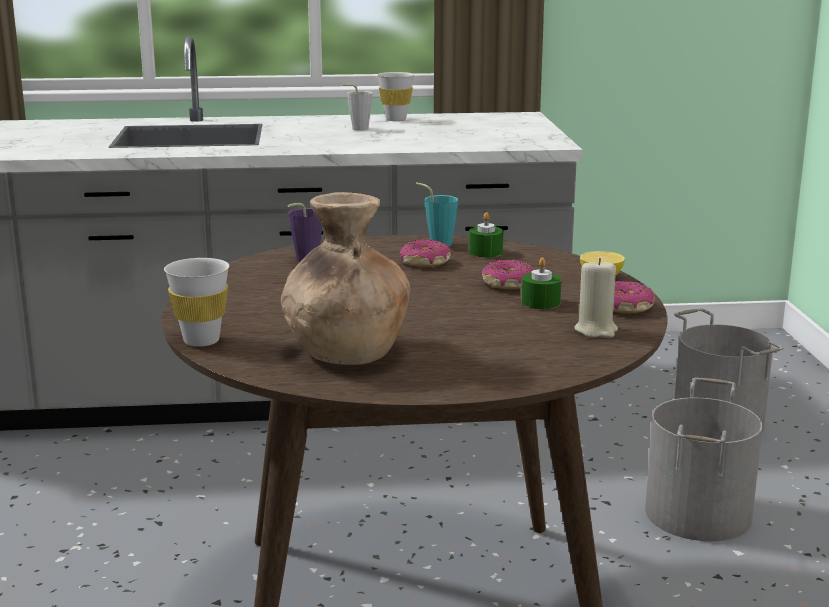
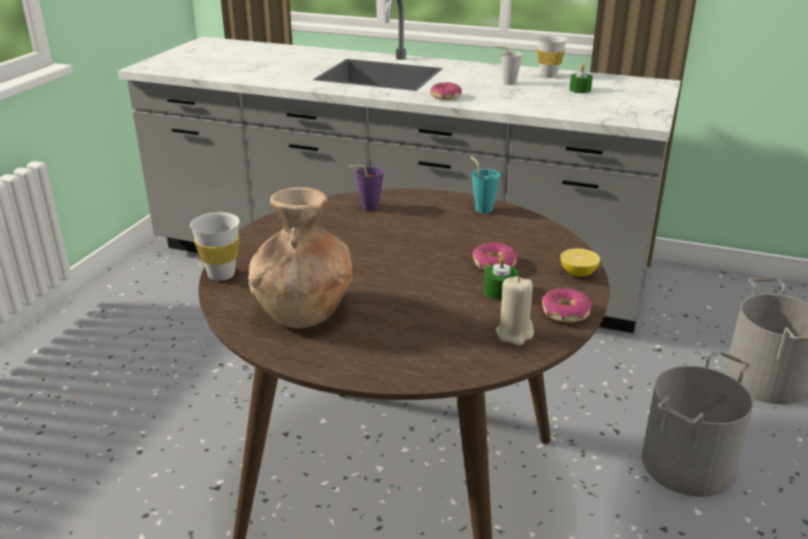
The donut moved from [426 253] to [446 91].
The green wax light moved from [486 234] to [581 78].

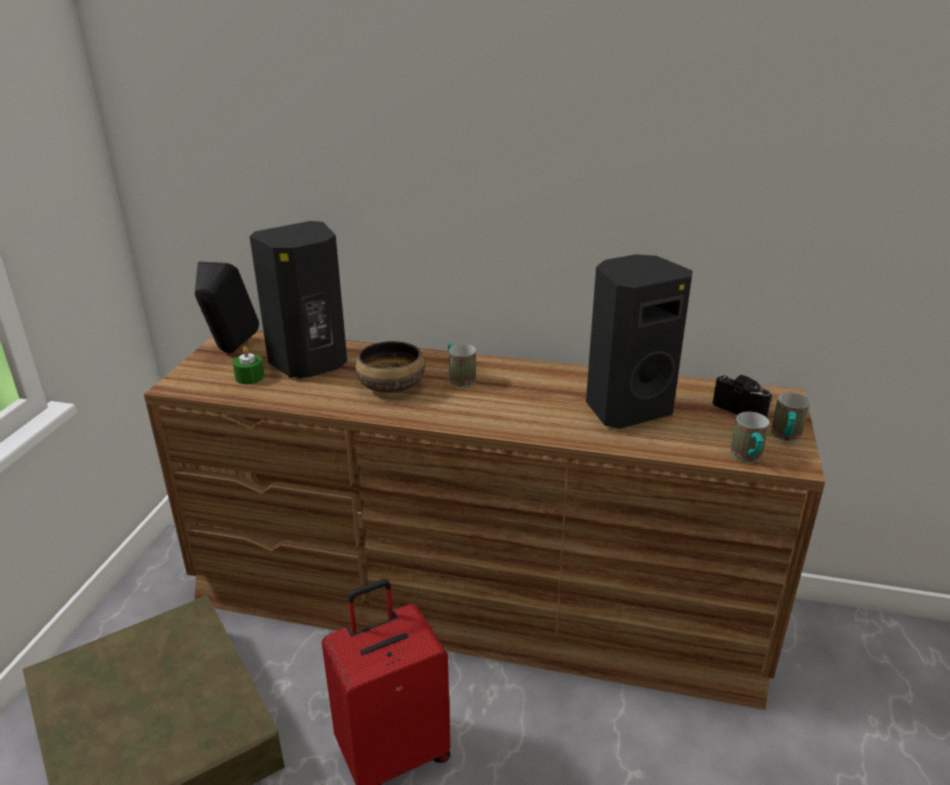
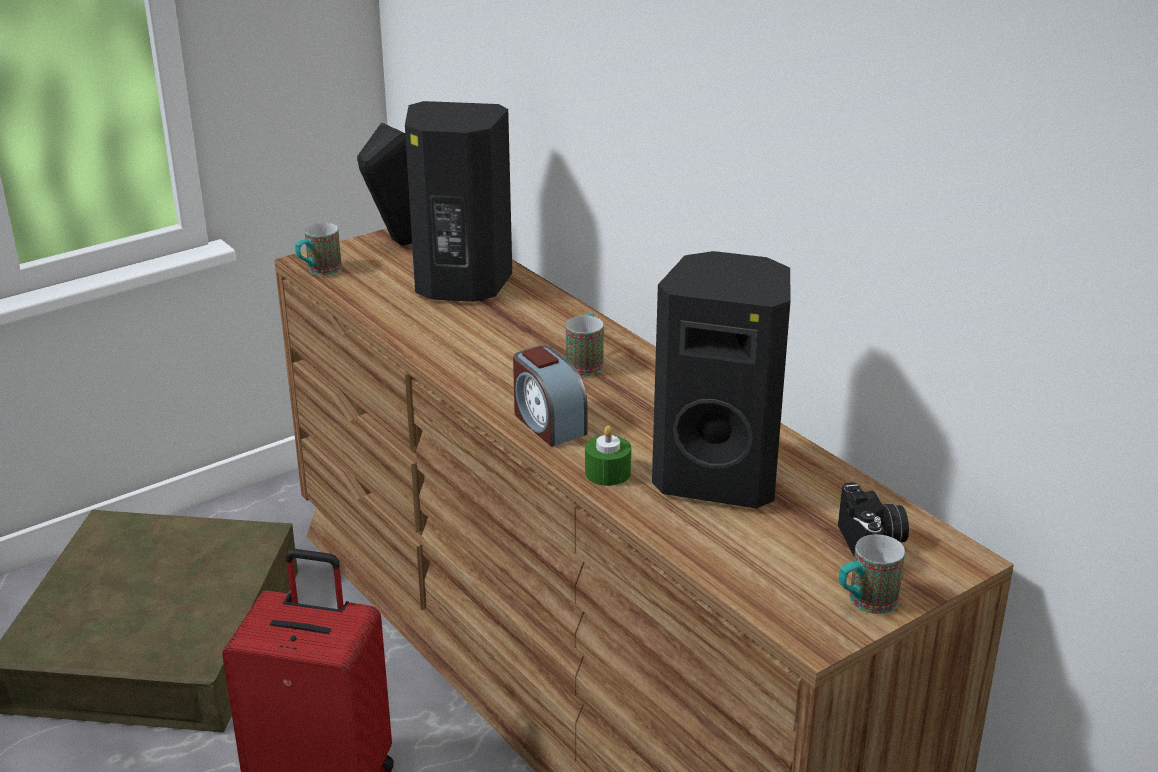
The tea mug moved from [749 437] to [318 249].
The alarm clock at [550 396] appeared.
The green wax light moved from [248 365] to [608 455].
The deep dish at [390 367] disappeared.

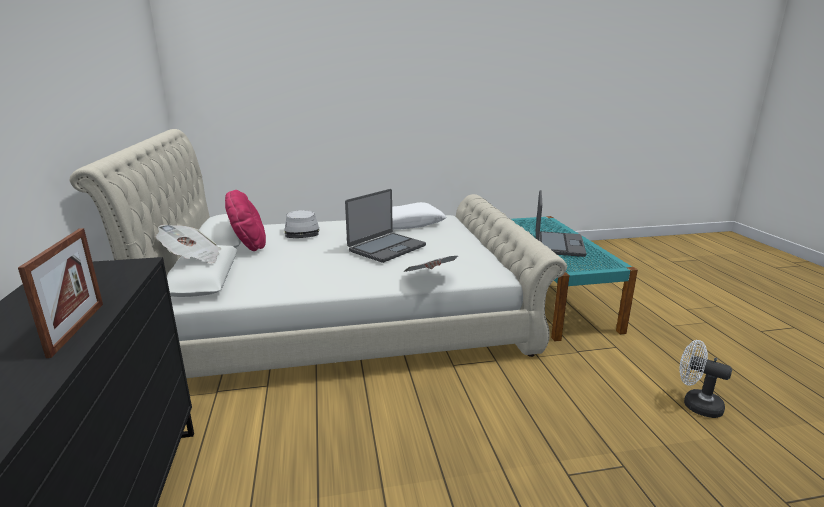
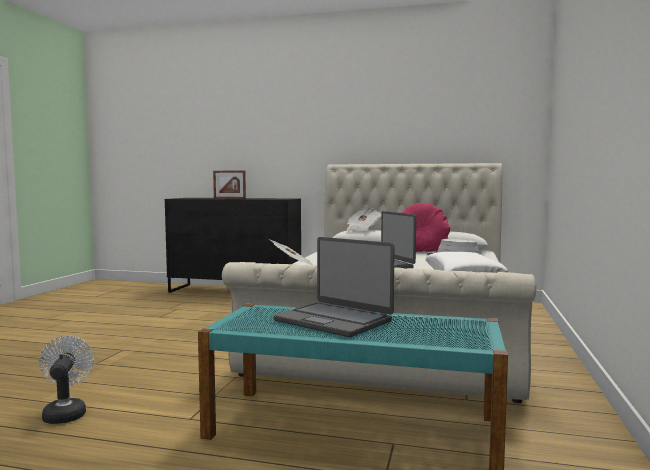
The whitish electric fan at [705 379] turned 75 degrees counterclockwise.

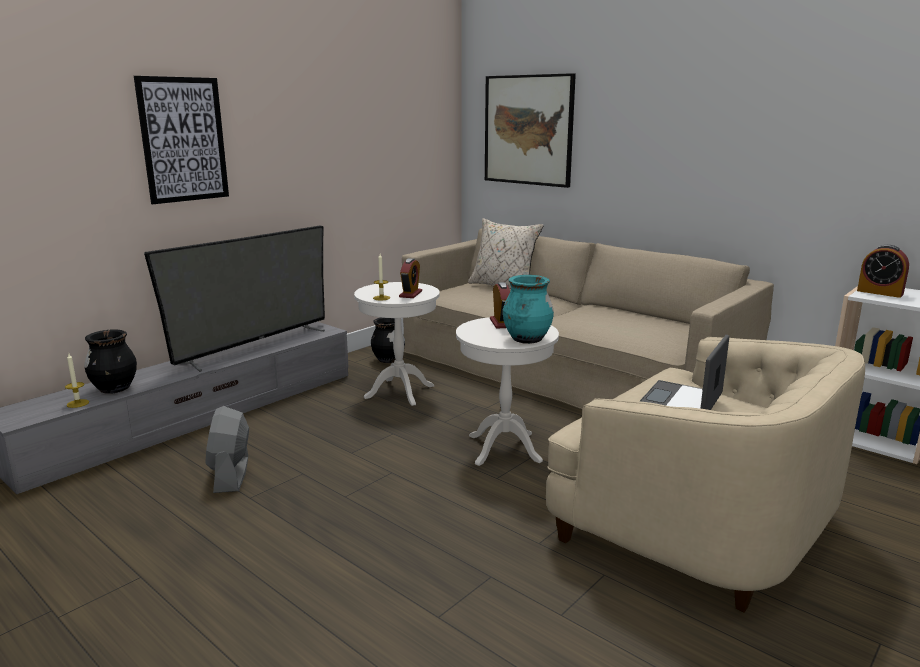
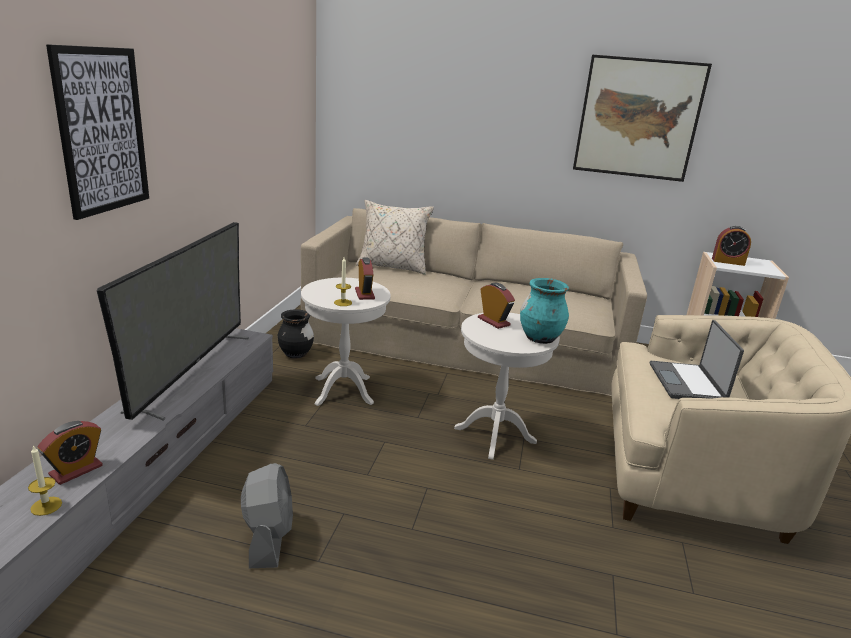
The blackish flower vase at [110 361] was replaced by the alarm clock at [70 453].
The grey electric fan at [227 449] turned 150 degrees counterclockwise.
The picture moved from [530 130] to [642 118].

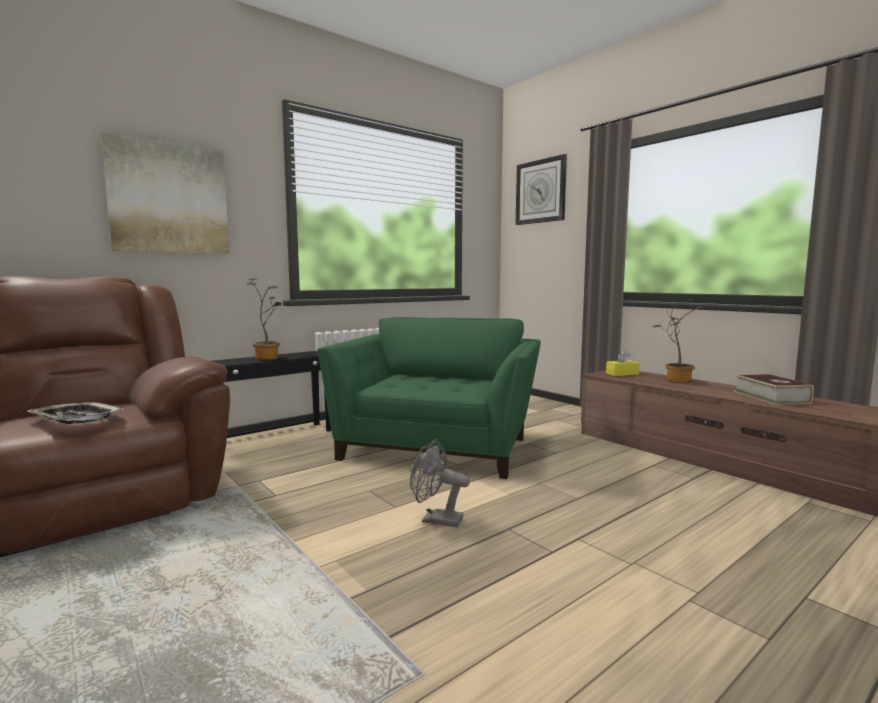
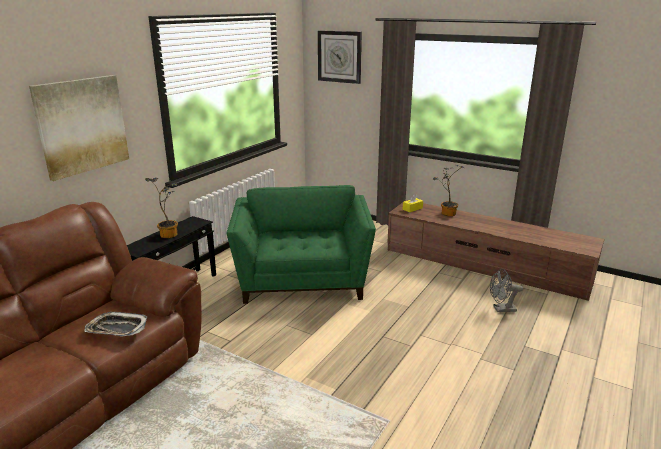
The grey electric fan moved from [440 483] to [506 290].
The volume at [773 389] disappeared.

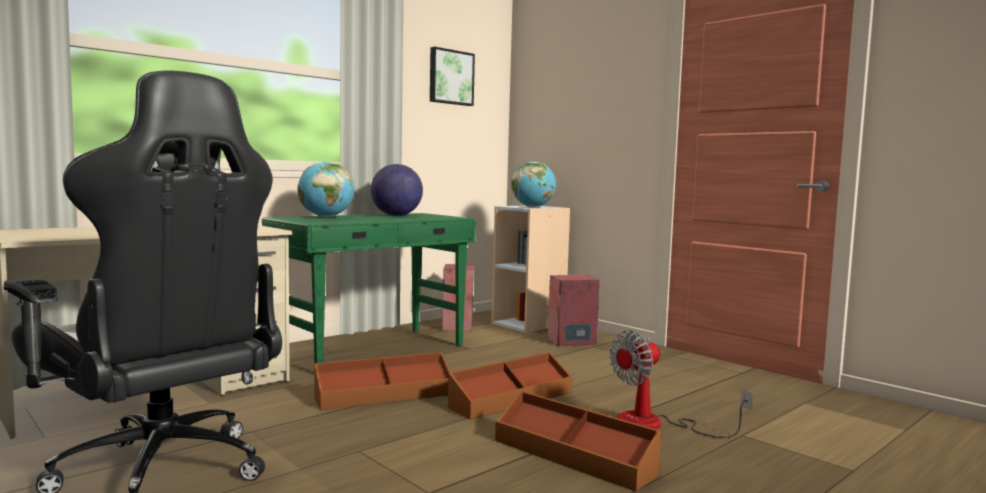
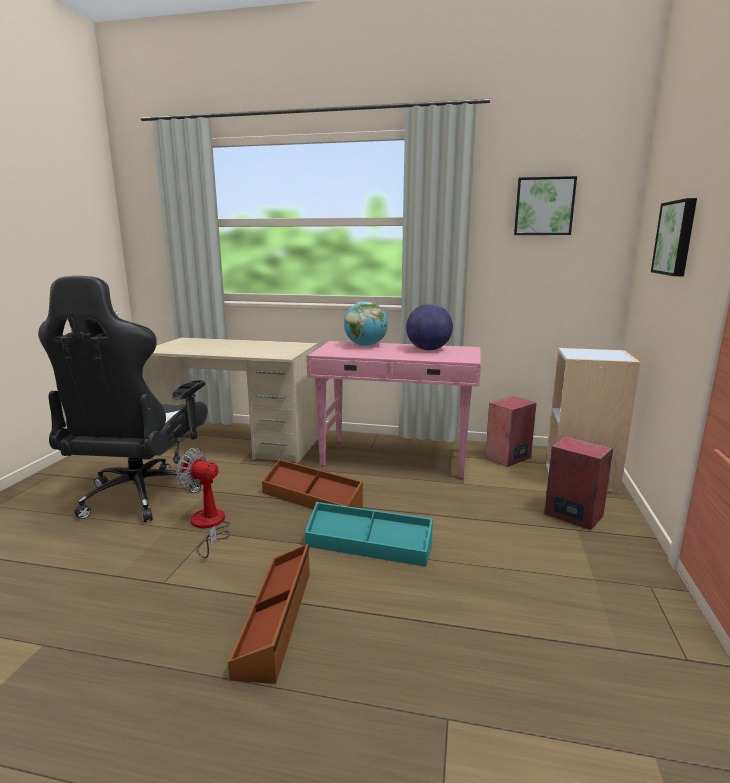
The electric fan moved from [681 384] to [203 503].
The brownish storage box at [510 385] became the turquoise-coloured storage box at [369 534].
The green narrow table at [369 288] became the pink-coloured narrow table at [393 409].
The picture at [674 237] appeared.
The globe at [533 184] disappeared.

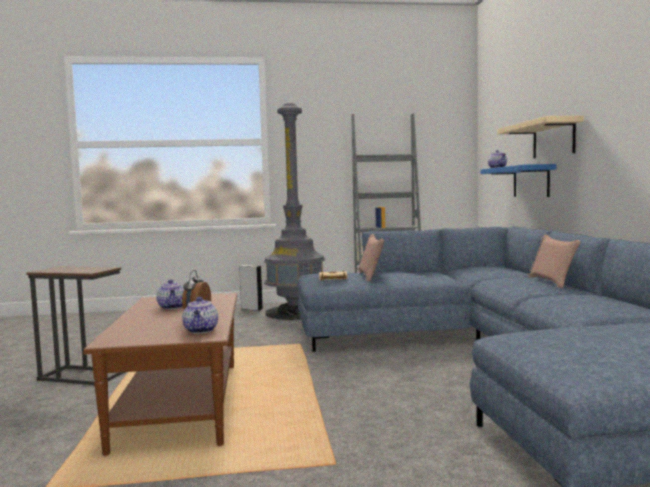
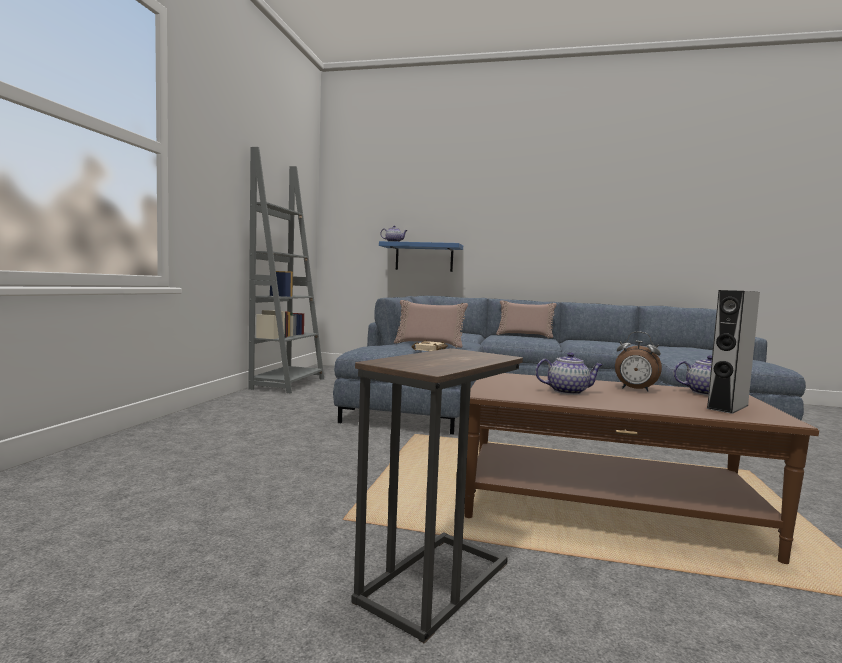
The grey speaker moved from [251 288] to [733 352].
The grey standard lamp at [294 211] disappeared.
The beige-coloured shelf at [540 137] disappeared.

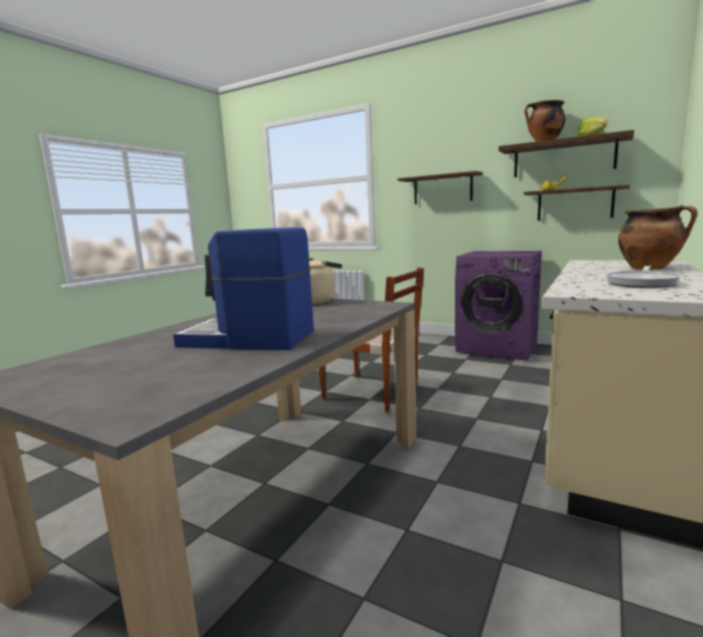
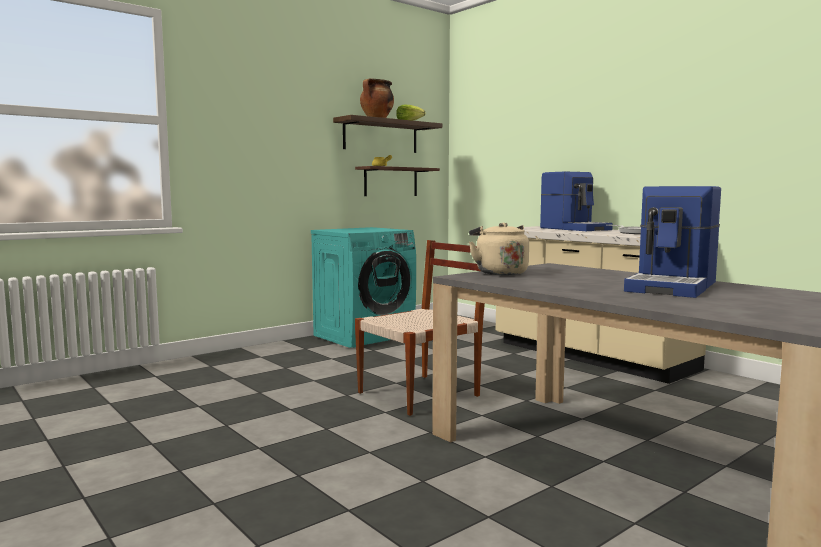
The purple-coloured washing machine at [498 305] became the turquoise-coloured washing machine at [363 287].
The cooking pot at [657 237] was replaced by the coffee maker at [576 201].
The shelf at [440 187] disappeared.

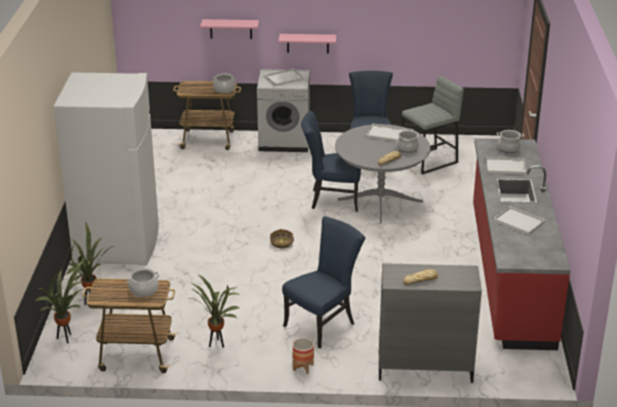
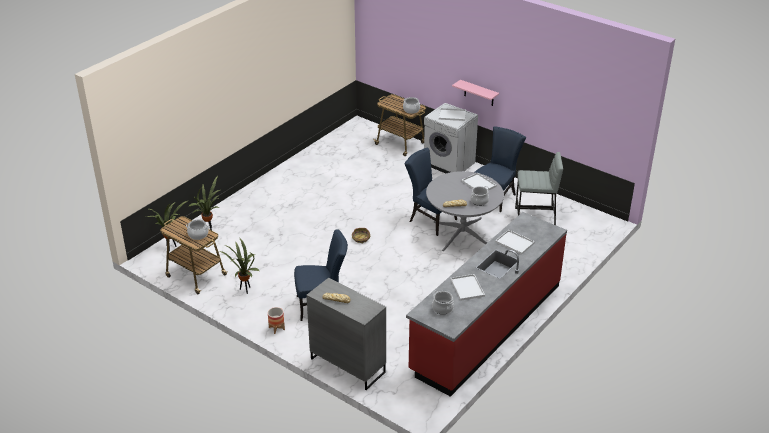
The cooking pot moved from [510 141] to [443 303].
The whitish kitchen fridge at [106 168] disappeared.
The pink-coloured shelf at [229 29] disappeared.

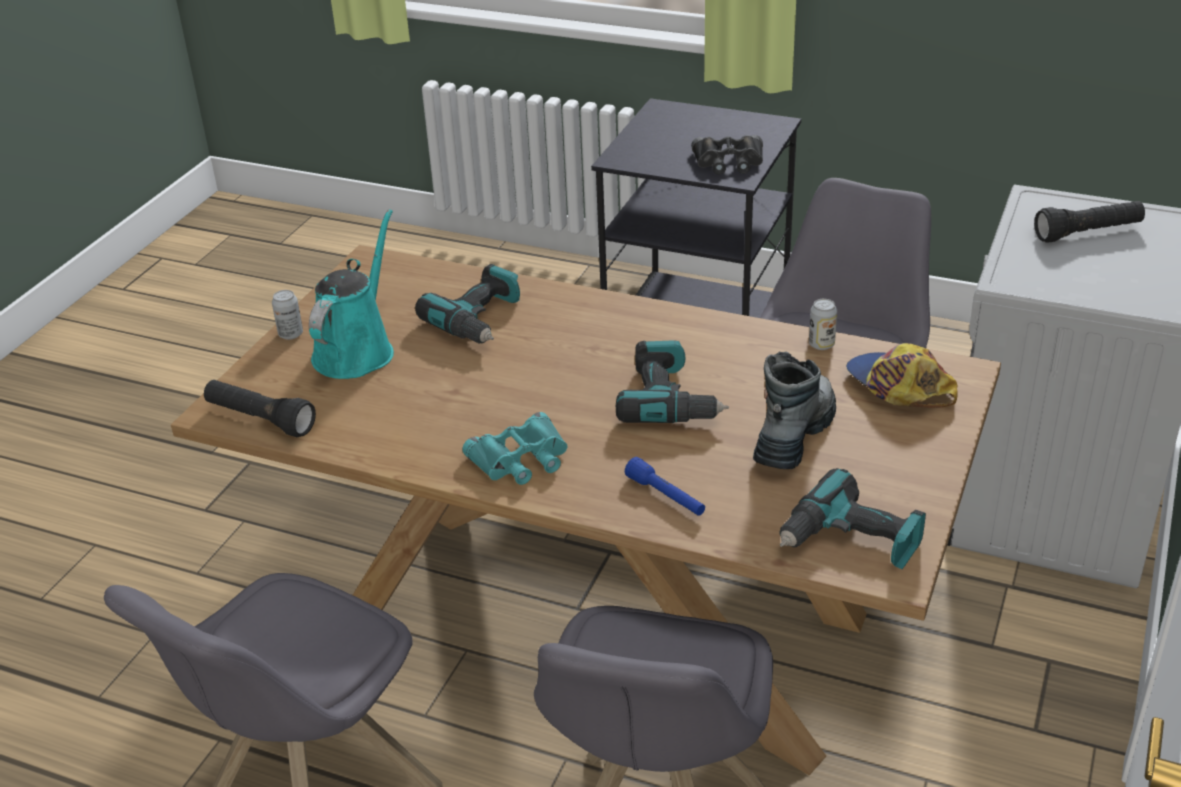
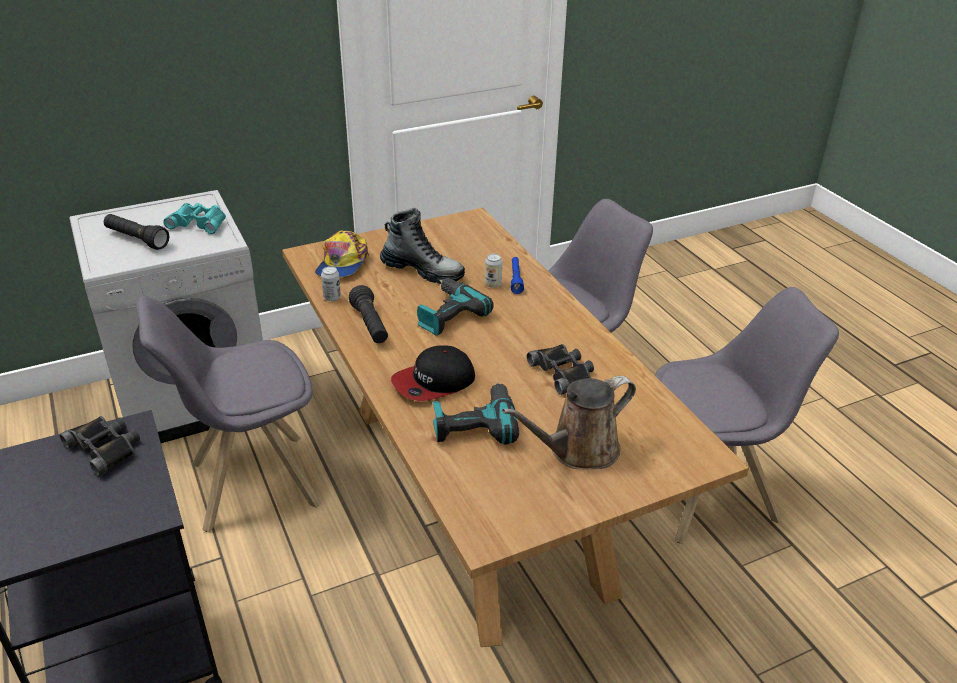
The turquoise-coloured binoculars moved from [515 448] to [194 218].
The blackish hand torch moved from [260 408] to [368 314].
The tall boot at [794 410] turned 135 degrees counterclockwise.
The baseball cap at [433 373] appeared.
The metal can moved from [287 315] to [493 271].
The turquoise-coloured sprinkling can at [351 294] became the brownish sprinkling can at [569 422].
The blackish binoculars at [560 369] appeared.
The electric drill at [852 518] disappeared.

